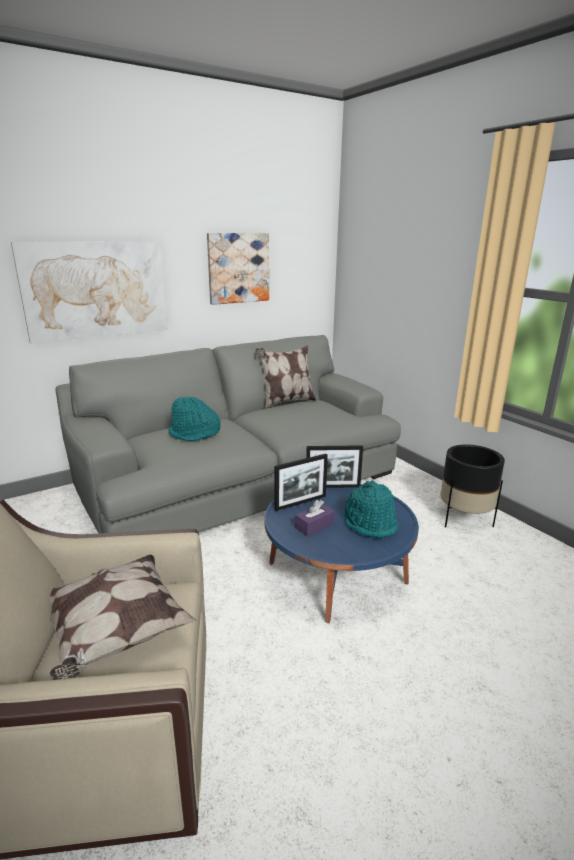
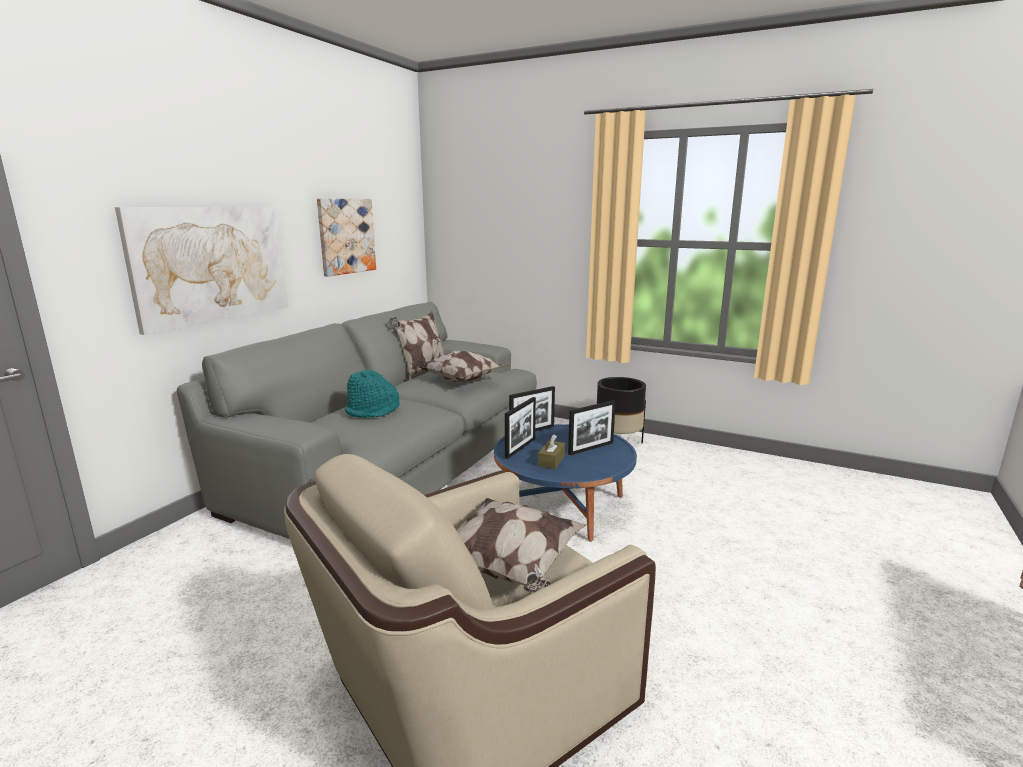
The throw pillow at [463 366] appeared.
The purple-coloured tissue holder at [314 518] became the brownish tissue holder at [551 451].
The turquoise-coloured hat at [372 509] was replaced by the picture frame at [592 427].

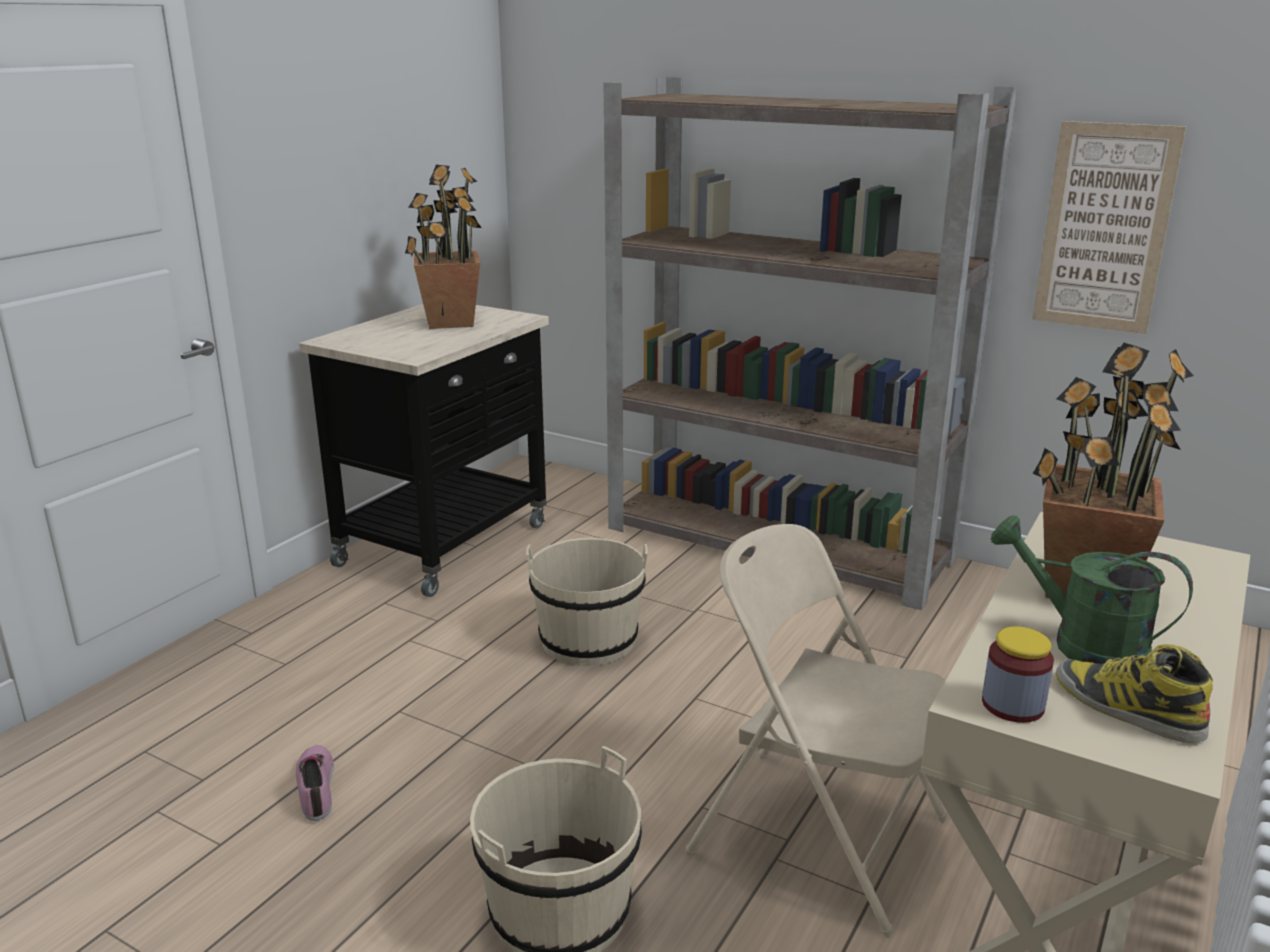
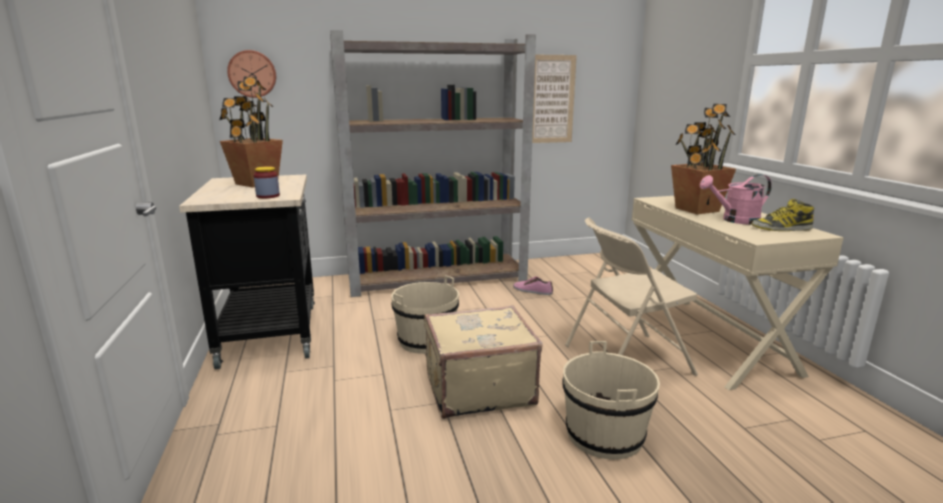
The wall clock at [251 74] appeared.
The preserve jar moved from [1018 675] to [267 182].
The beige-coloured suitcase at [483 362] appeared.
The item of footwear moved from [315 783] to [533 286].
The green sprinkling can at [1092 589] became the pink-coloured sprinkling can at [736 199].

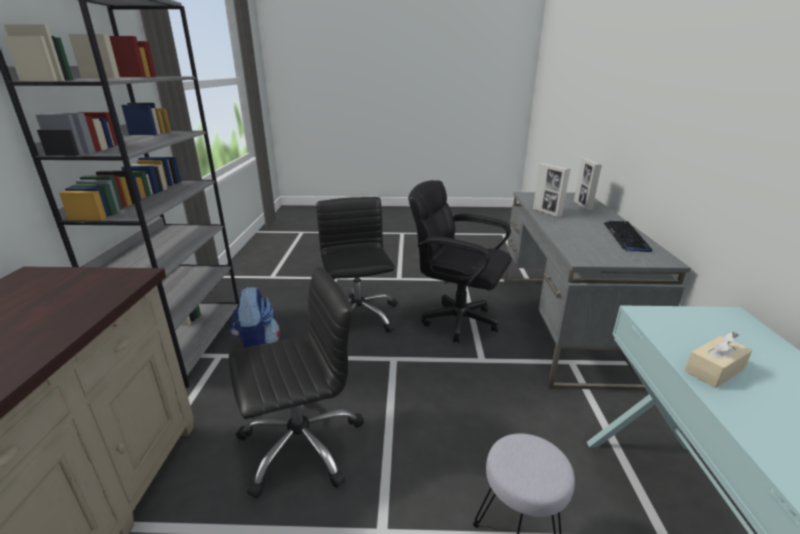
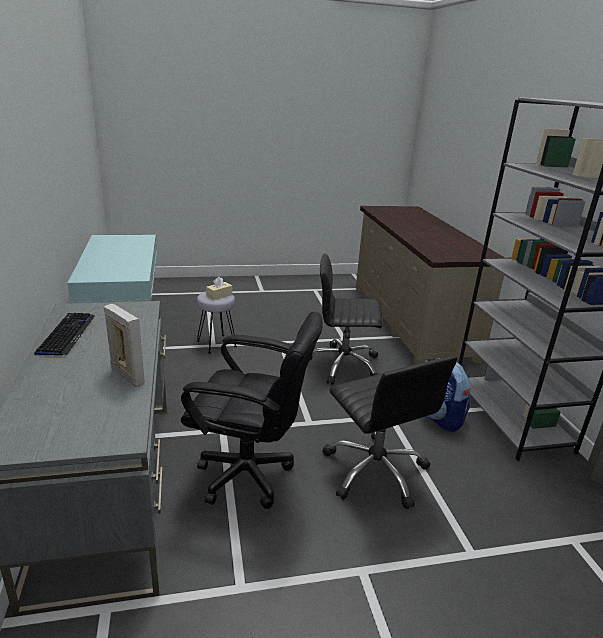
The beige-coloured tissue holder moved from [718 360] to [219 288].
The blackish computer chair at [296 383] turned 45 degrees clockwise.
The picture frame at [588 184] disappeared.

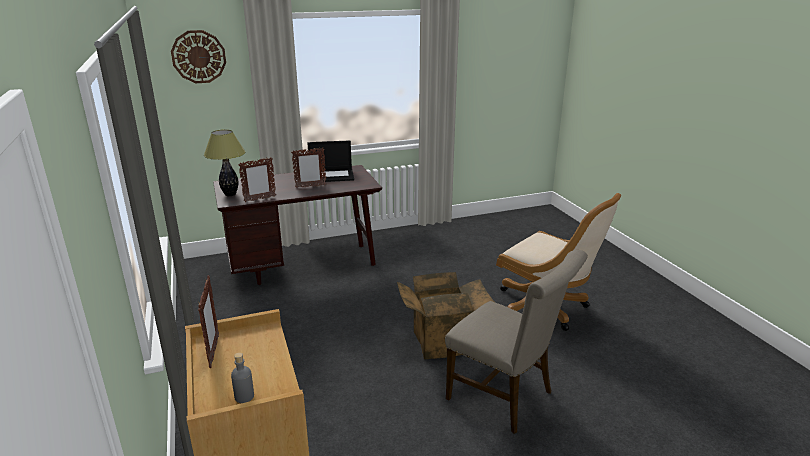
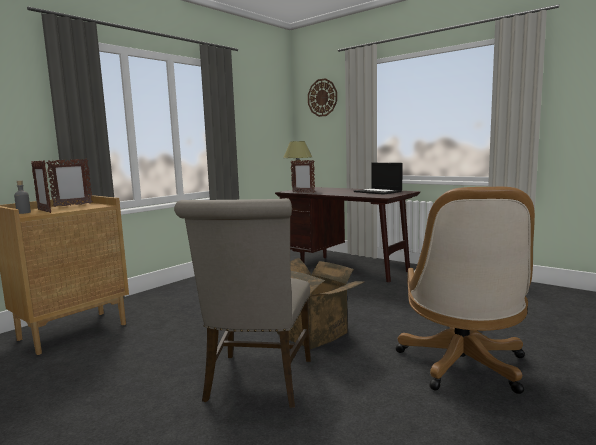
The picture frame moved from [308 168] to [41 186].

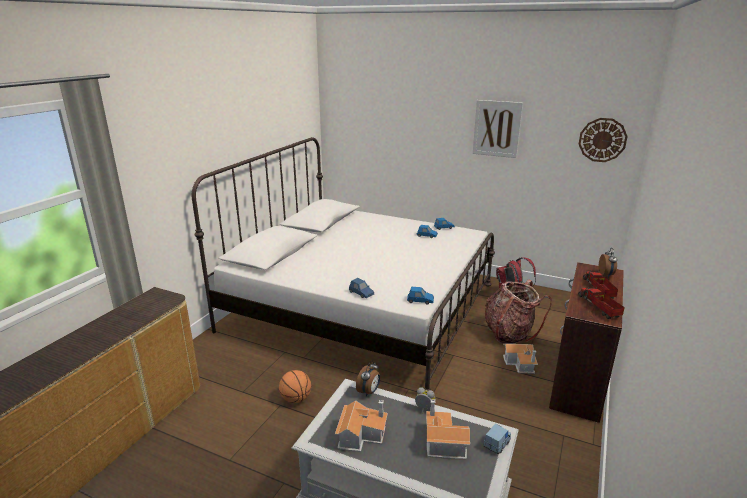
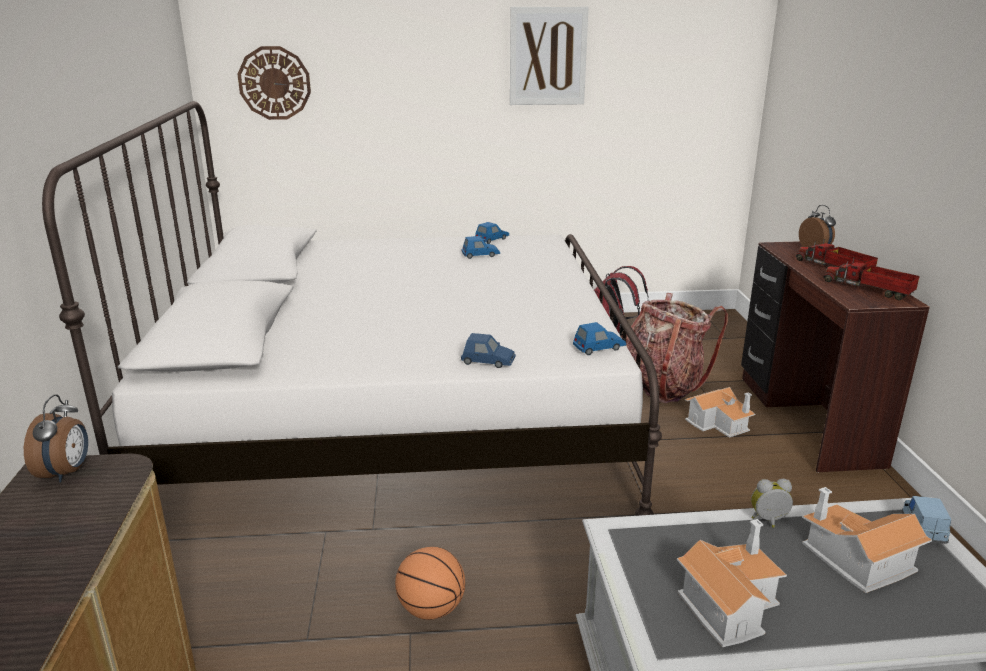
The alarm clock moved from [368 378] to [56 438].
The wall clock moved from [603 140] to [274 83].

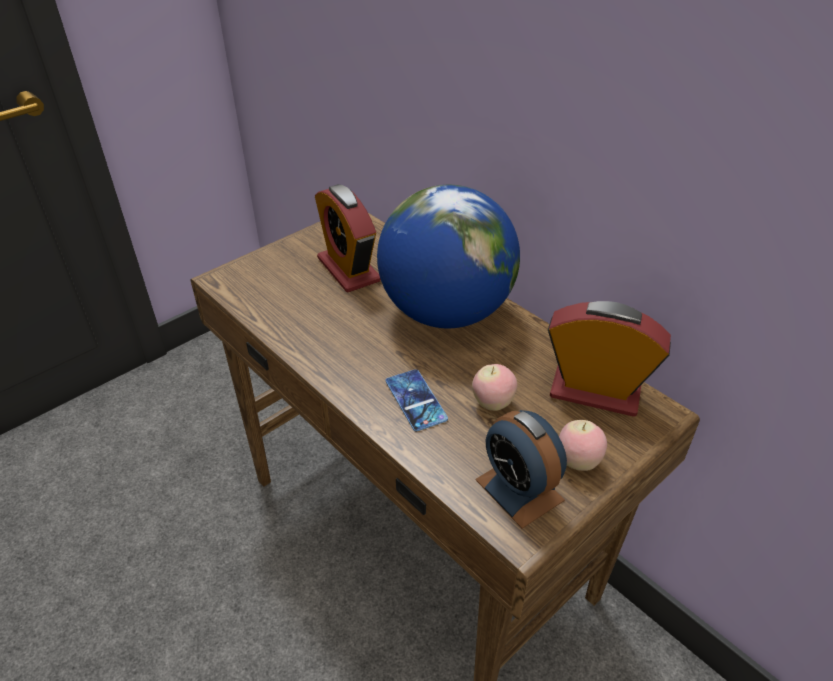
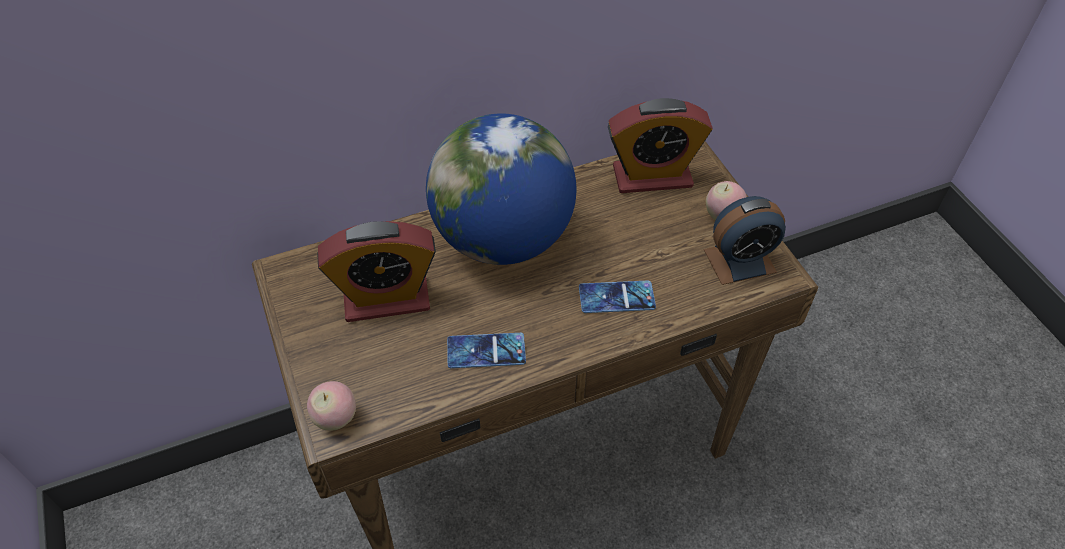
The whole apple moved from [494 387] to [331 405].
The phone at [486 350] appeared.
The alarm clock at [609 359] turned 135 degrees counterclockwise.

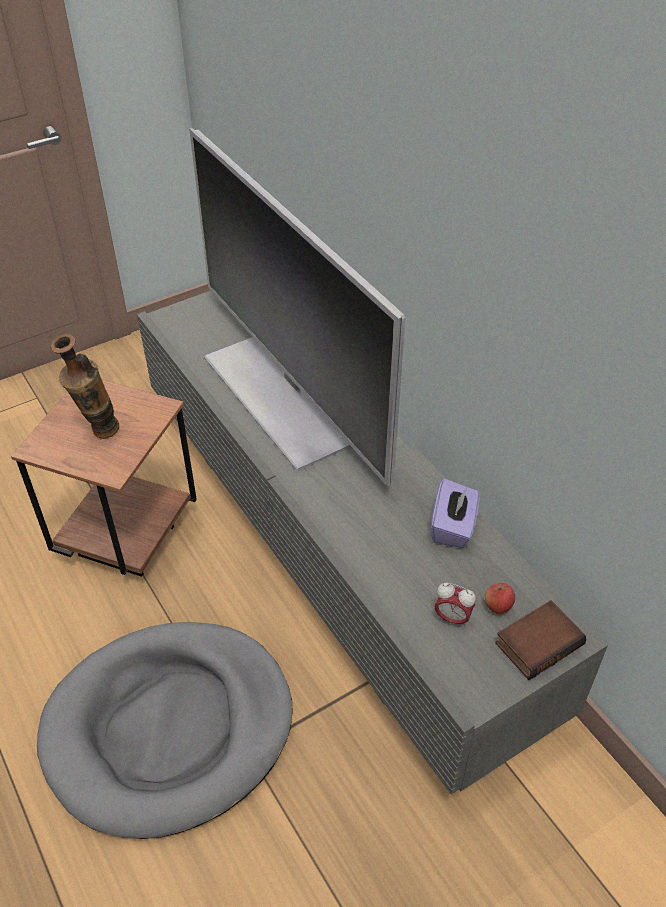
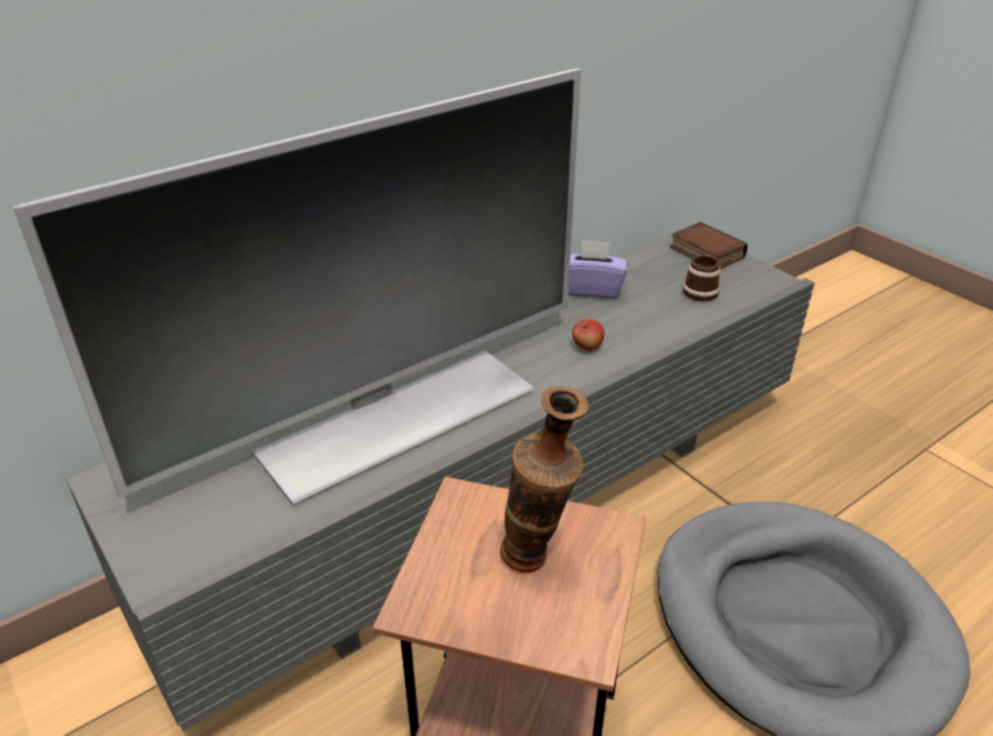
The whole apple moved from [500 598] to [588 335].
The alarm clock at [455 605] was replaced by the tea mug at [702 278].

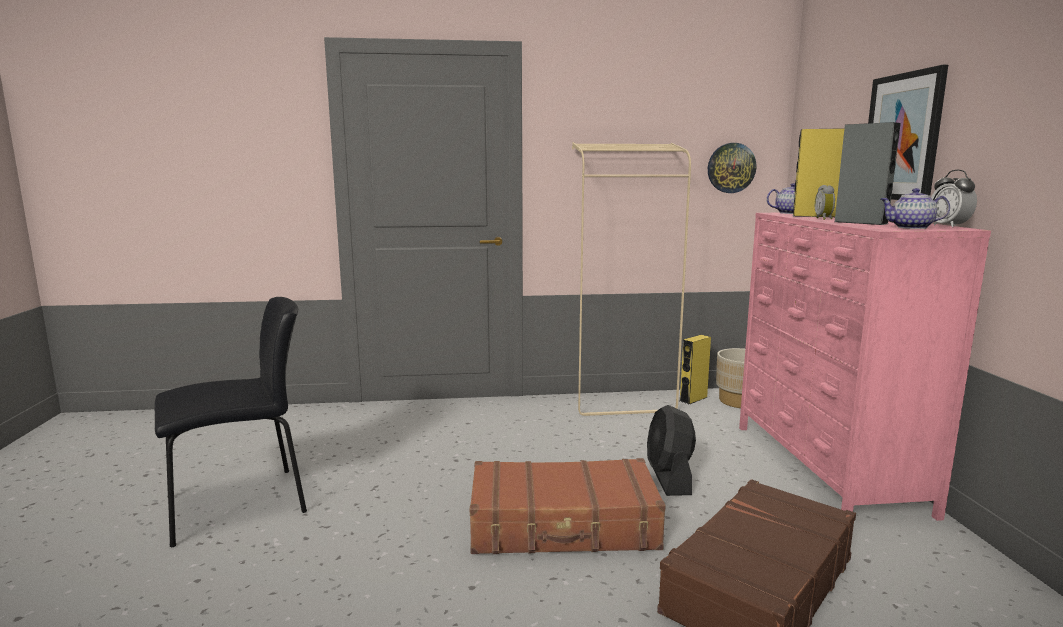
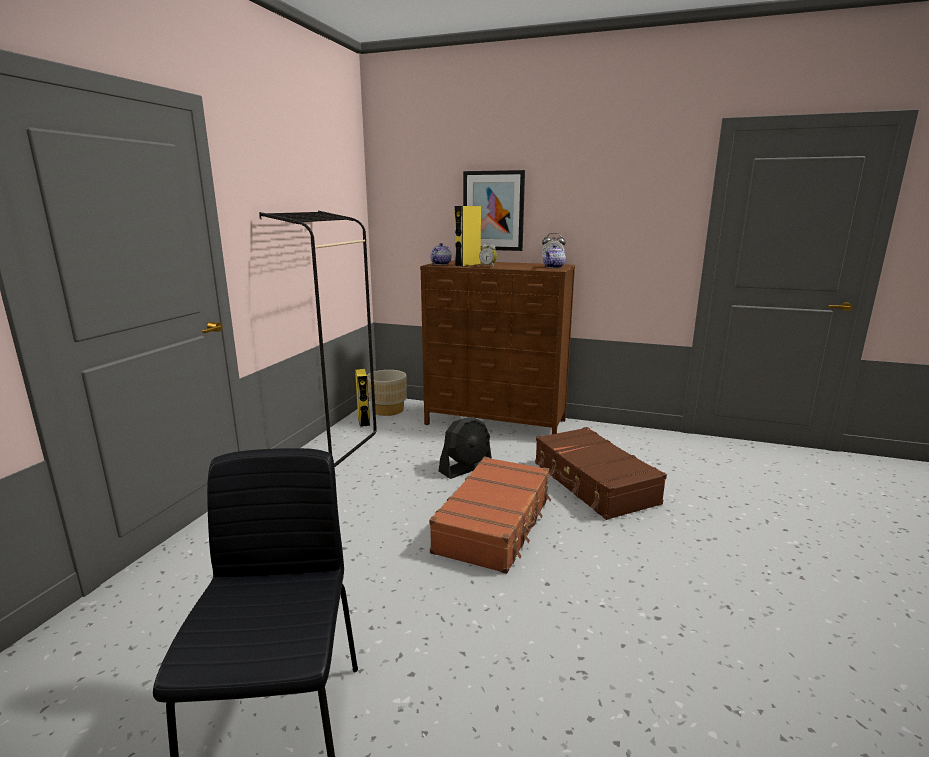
The beige-coloured clothes rack at [631 279] became the blackish clothes rack at [318 338].
The pink-coloured drawer chest at [865 367] became the brownish drawer chest at [497 347].
The blackish electric fan at [671 450] turned 60 degrees counterclockwise.
The wall clock at [732 168] disappeared.
The grey speaker at [867 173] disappeared.

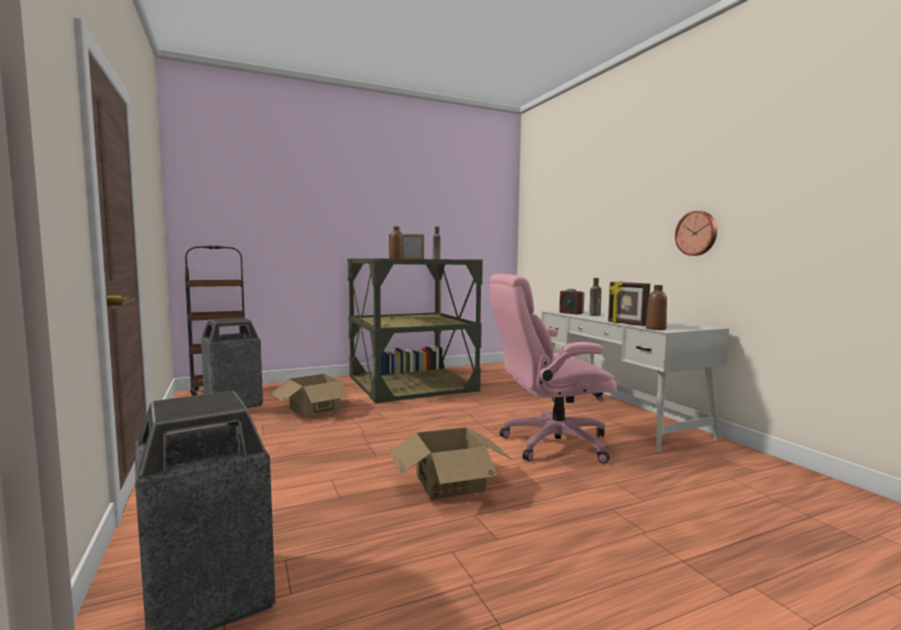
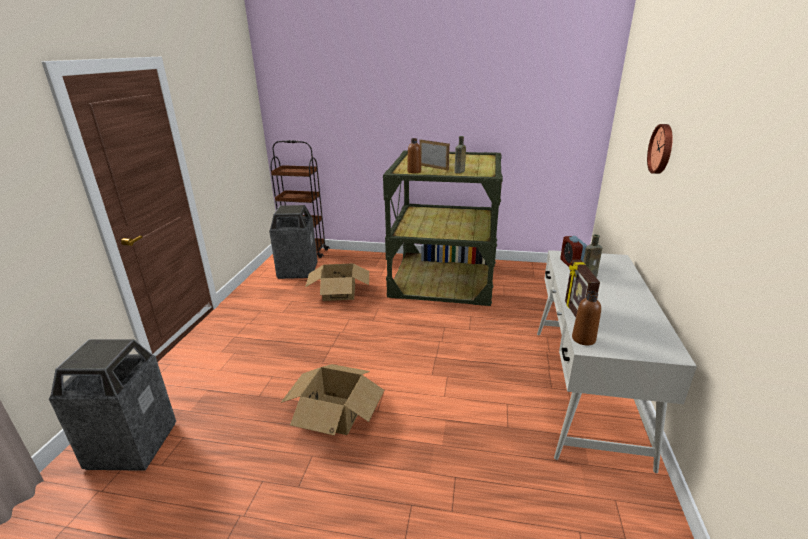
The wall clock moved from [696 233] to [660 149].
The pink-coloured computer chair at [553 369] disappeared.

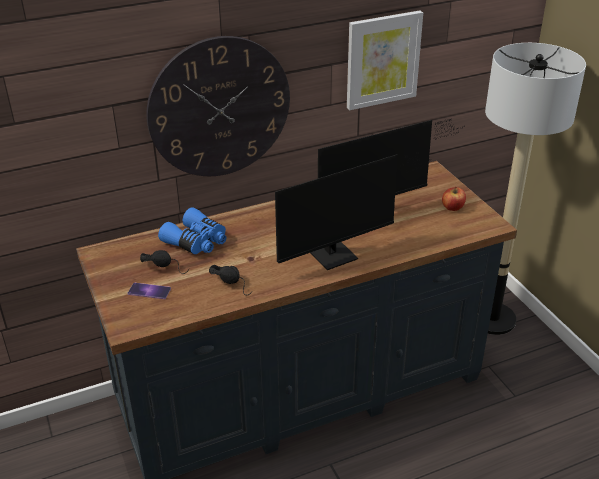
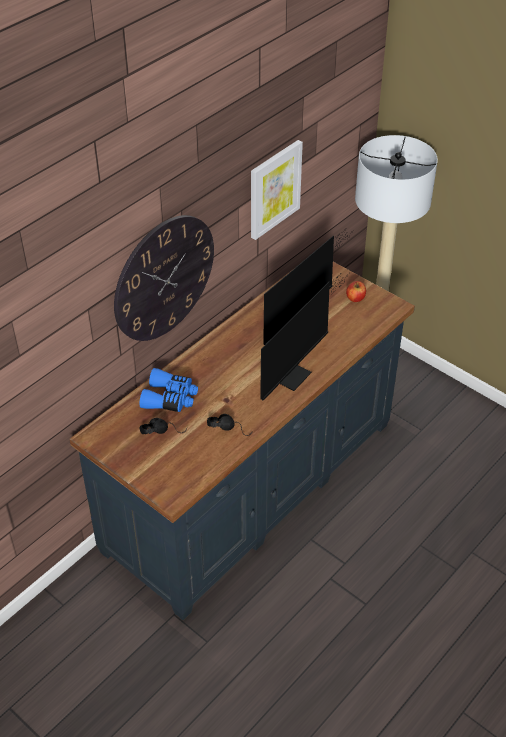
The phone at [149 291] disappeared.

